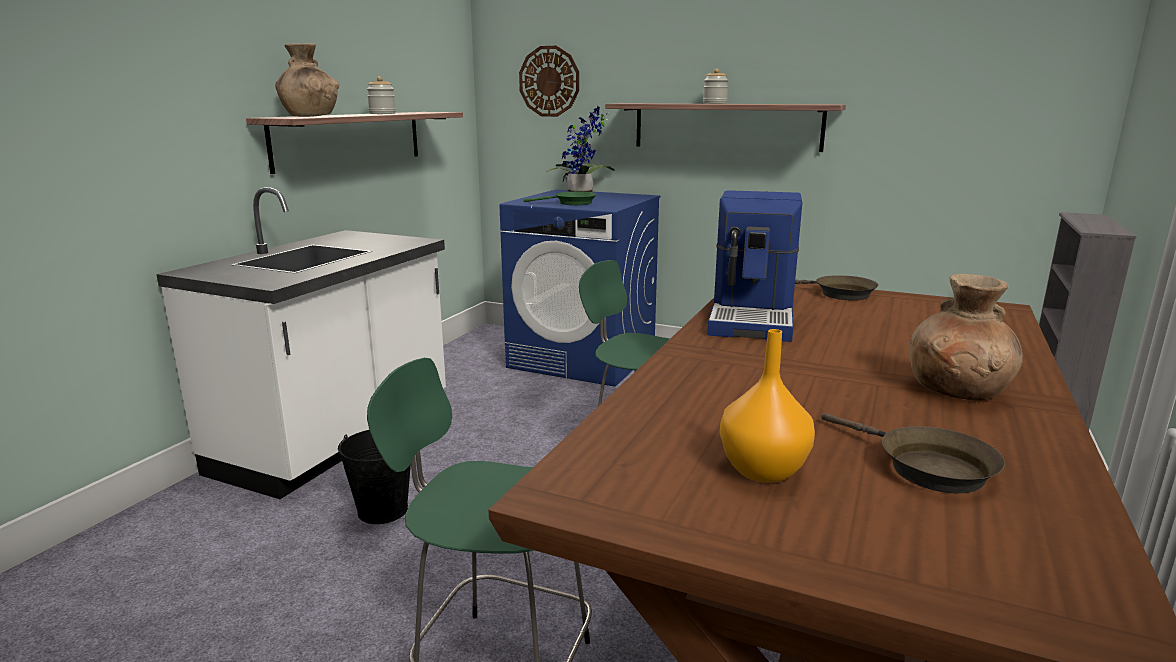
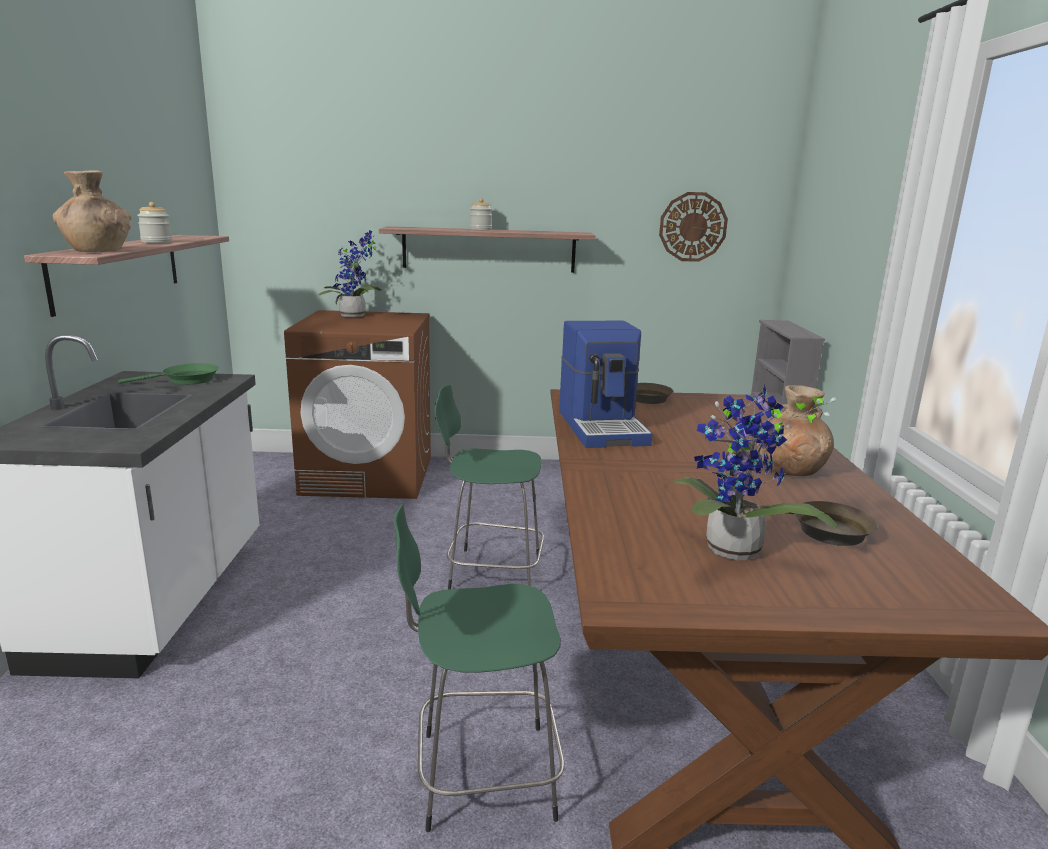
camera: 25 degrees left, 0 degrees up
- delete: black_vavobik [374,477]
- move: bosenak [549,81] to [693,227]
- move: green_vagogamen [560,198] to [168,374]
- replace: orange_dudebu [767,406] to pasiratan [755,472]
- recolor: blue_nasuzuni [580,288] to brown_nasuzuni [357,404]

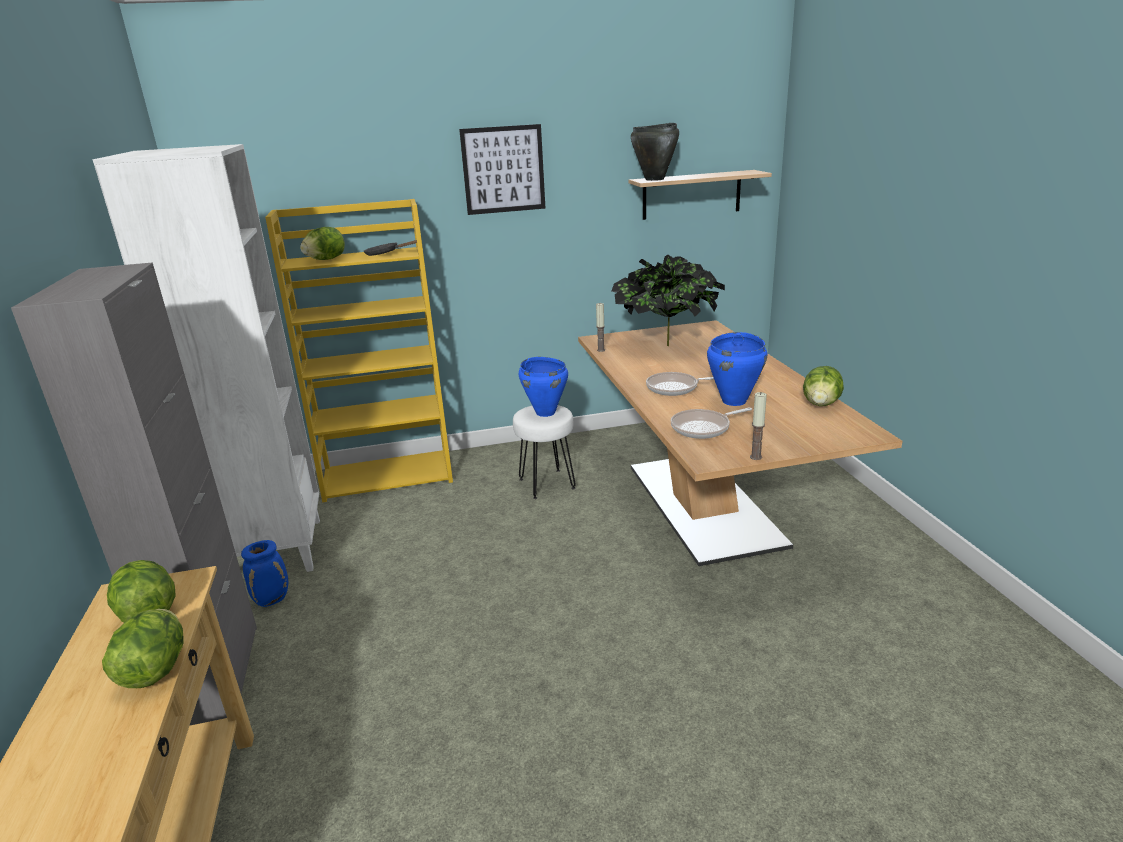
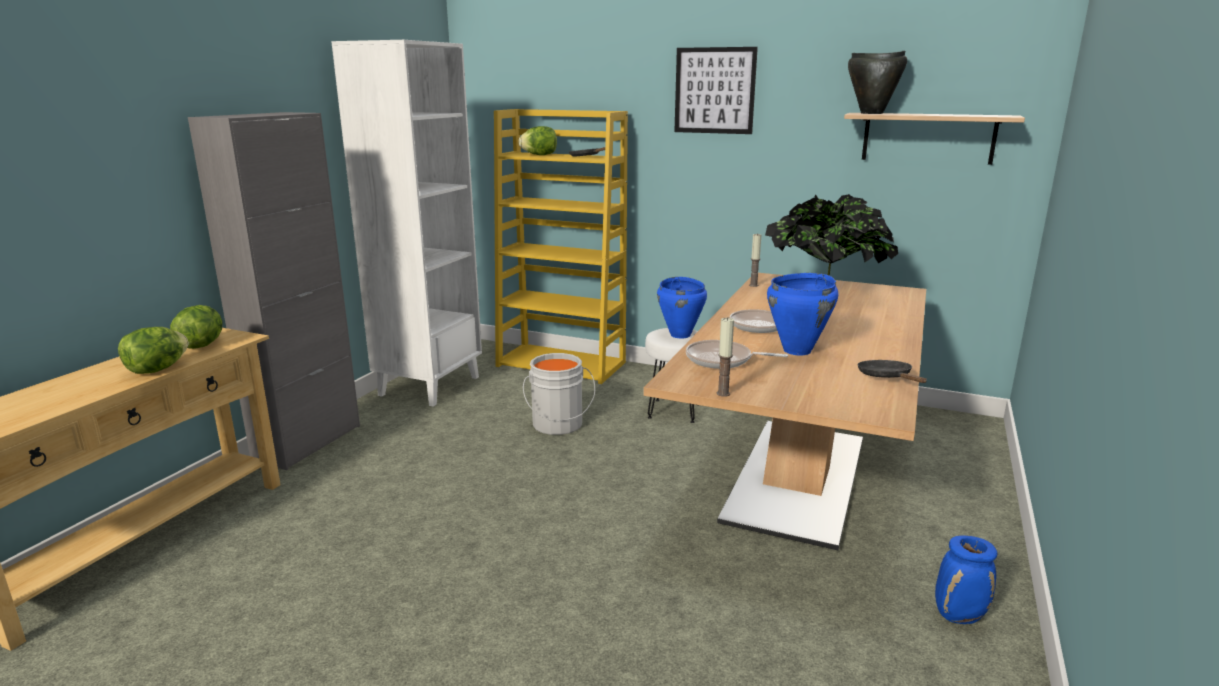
camera: 35 degrees right, 5 degrees down
- insert: grey_vavobik [559,394]
- move: blue_dudebu [264,573] to [966,580]
- replace: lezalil [823,386] to black_vagogamen [892,371]

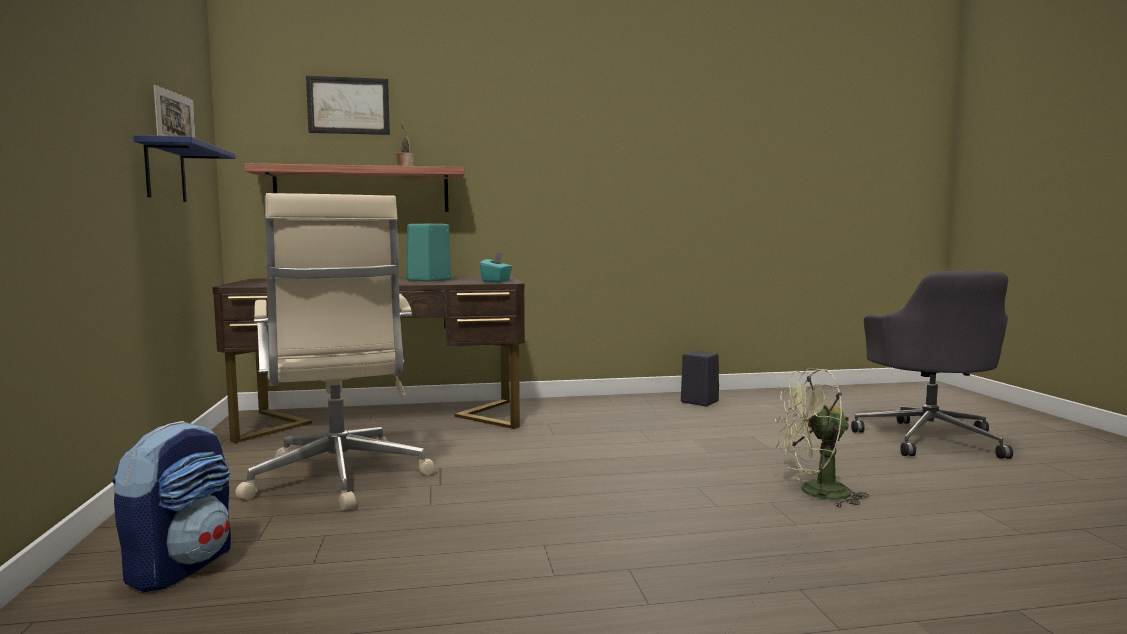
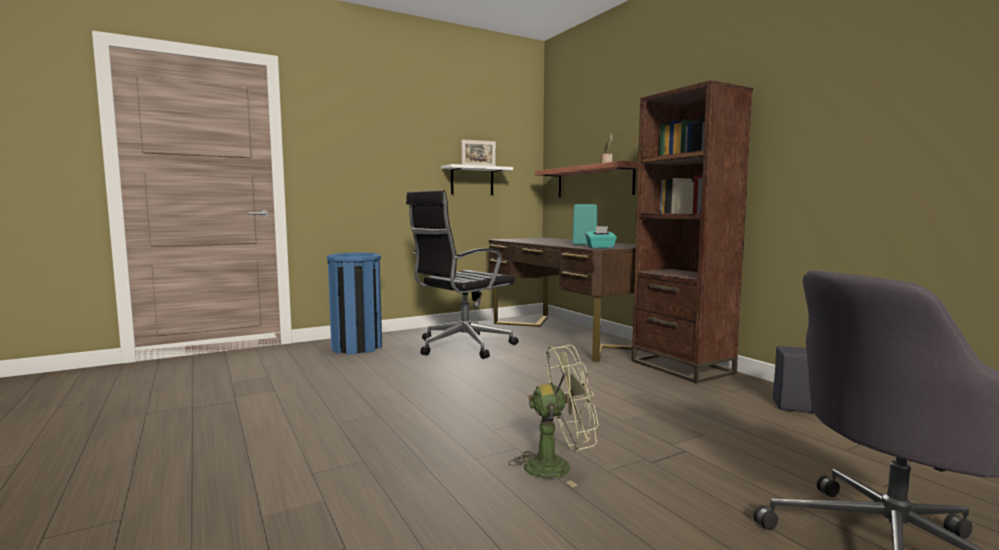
camera: 70 degrees right, 0 degrees up
- delete: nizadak [348,105]
- insert: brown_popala [692,231]
- replace: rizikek [171,506] to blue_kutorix [354,303]
- recolor: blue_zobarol [185,168] to white_zobarol [477,179]
- recolor: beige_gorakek [335,352] to black_gorakek [462,274]
- rotate: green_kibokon [822,438] = [554,415] 105 degrees clockwise

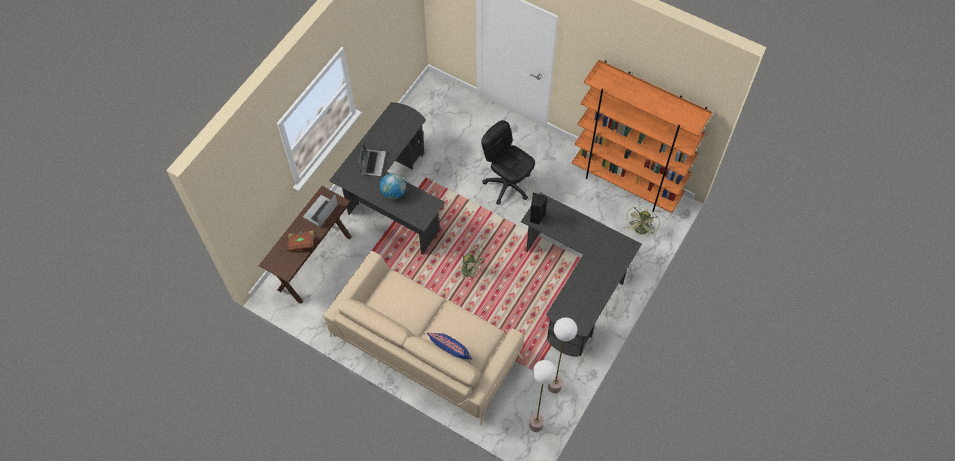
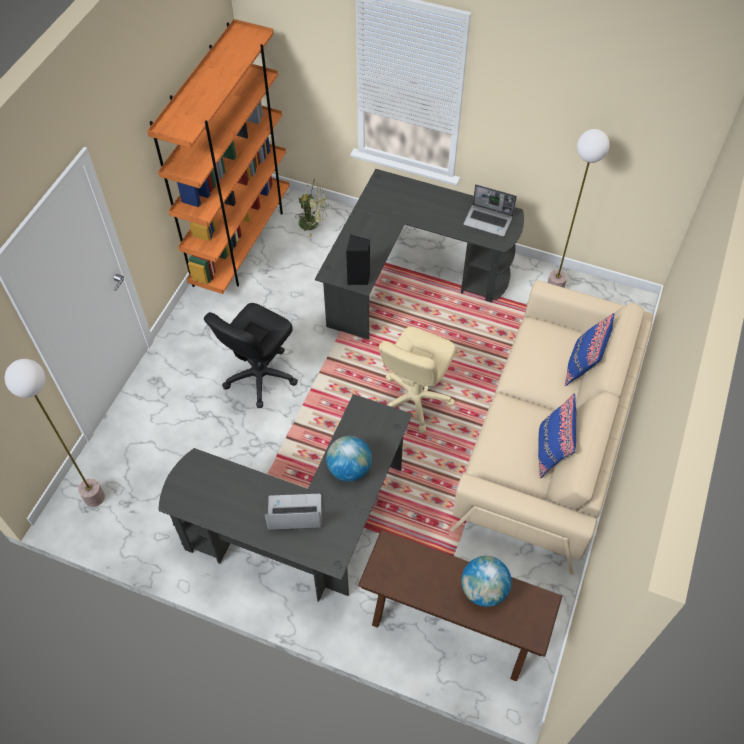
camera: 100 degrees left, 5 degrees down
- insert: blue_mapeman [557,435]
- move: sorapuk [320,210] to [490,210]
- move: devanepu [543,396] to [55,433]
- replace: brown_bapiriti [301,241] to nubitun [486,581]
- replace: green_kibokon [474,263] to beige_gorakek [417,380]

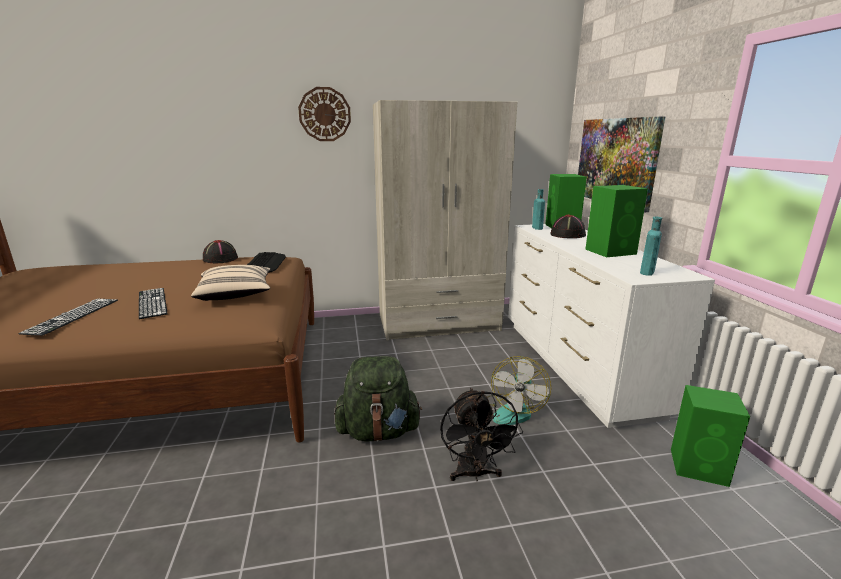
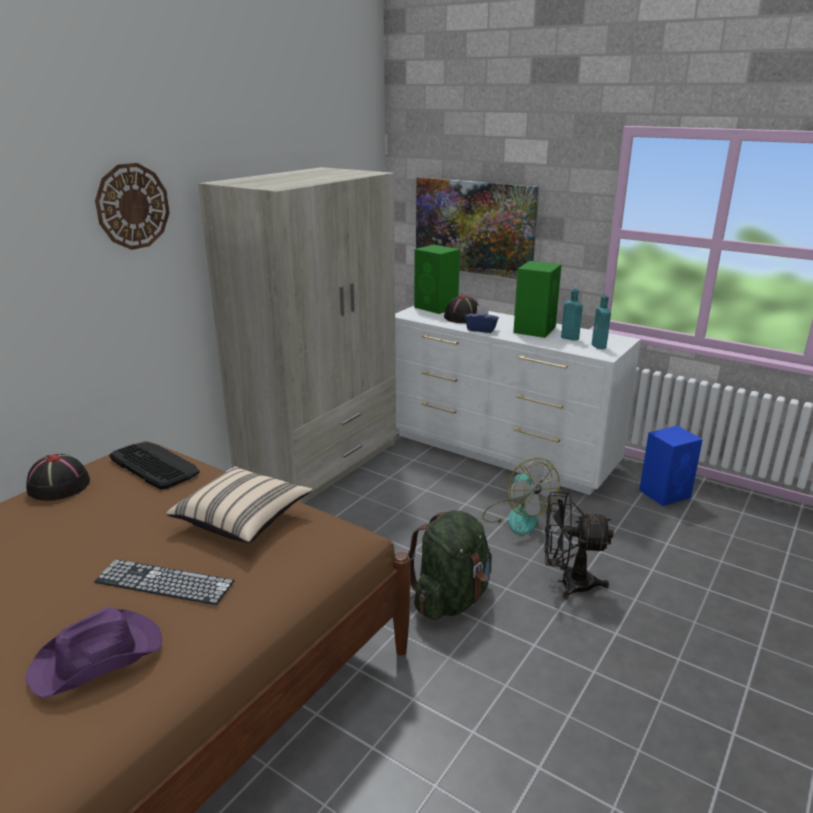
camera: 45 degrees left, 5 degrees up
- insert: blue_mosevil [482,319]
- move: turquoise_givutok [538,209] to [572,315]
- replace: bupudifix [68,317] to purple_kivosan [94,652]
- recolor: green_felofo [710,436] to blue_felofo [671,466]
- rotate: black_kibokon [481,435] = [579,545] 150 degrees clockwise

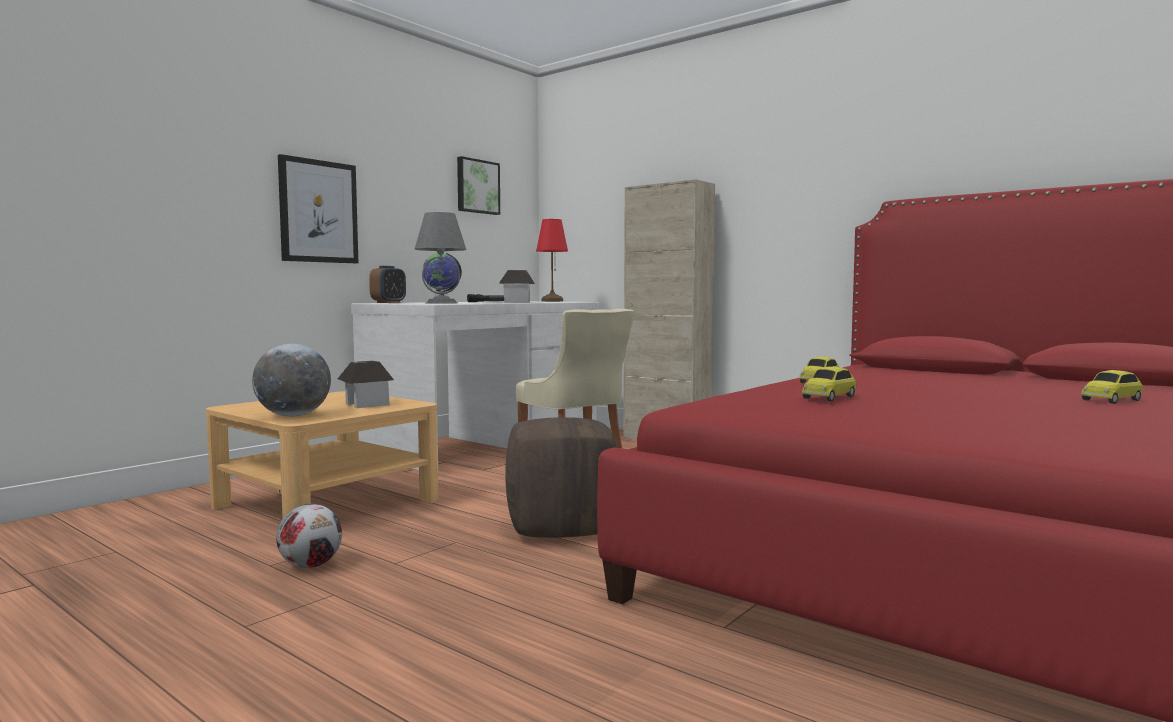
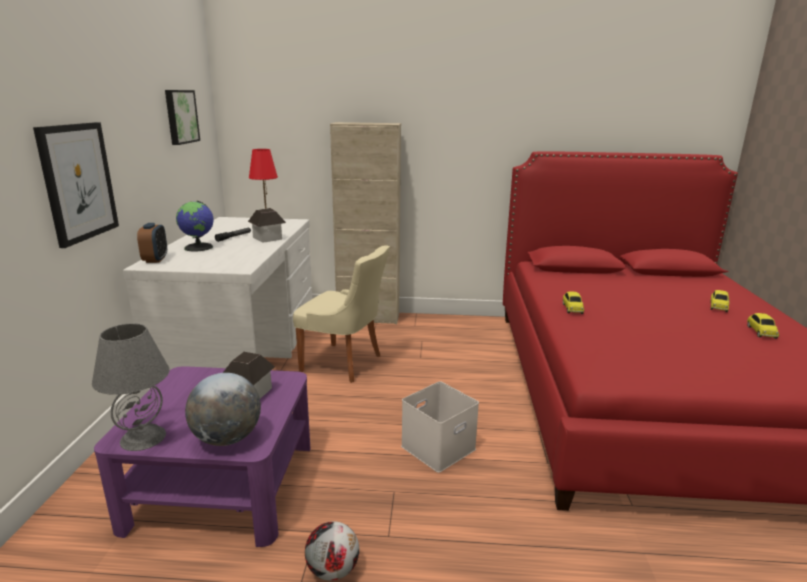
camera: 35 degrees left, 15 degrees up
- move: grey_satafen [440,258] to [131,387]
- move: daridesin [829,384] to [763,326]
- replace: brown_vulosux [560,477] to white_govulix [440,427]
- recolor: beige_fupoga [322,454] to purple_fupoga [202,456]

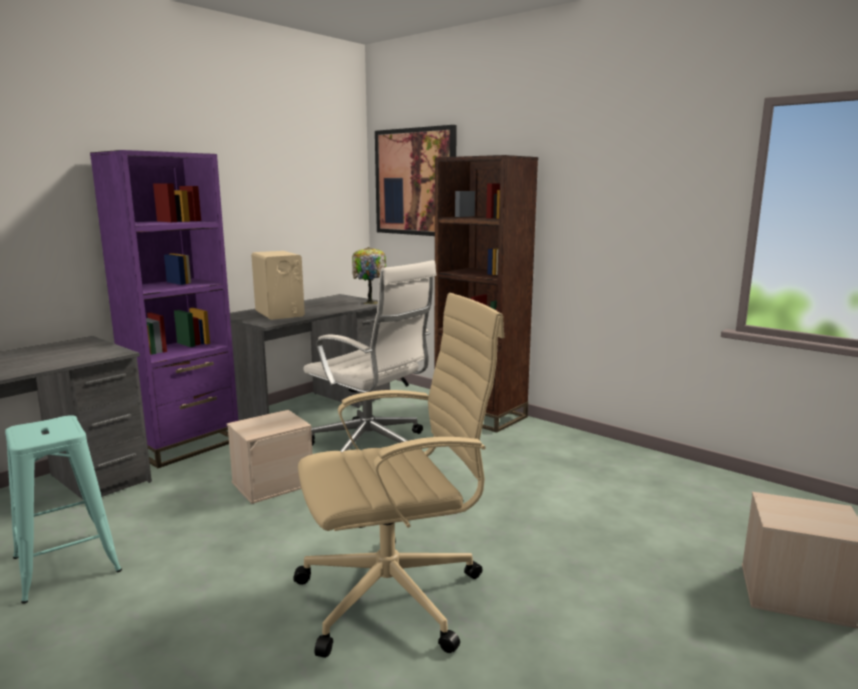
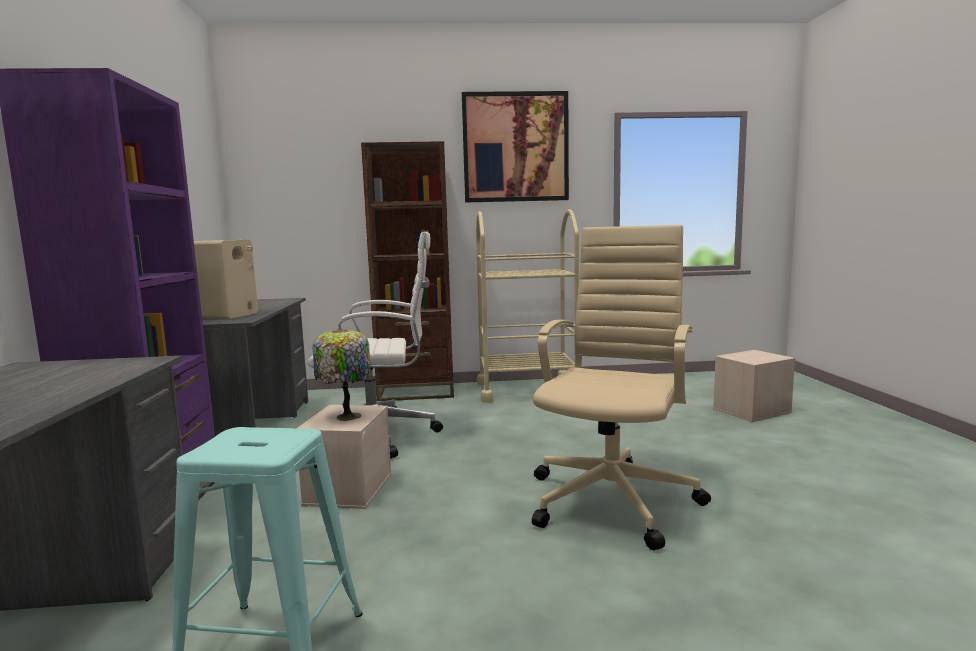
camera: 45 degrees left, 5 degrees down
- insert: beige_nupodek [527,306]
- move: satafen [369,275] to [342,374]
- move: nizadak [416,180] to [515,147]

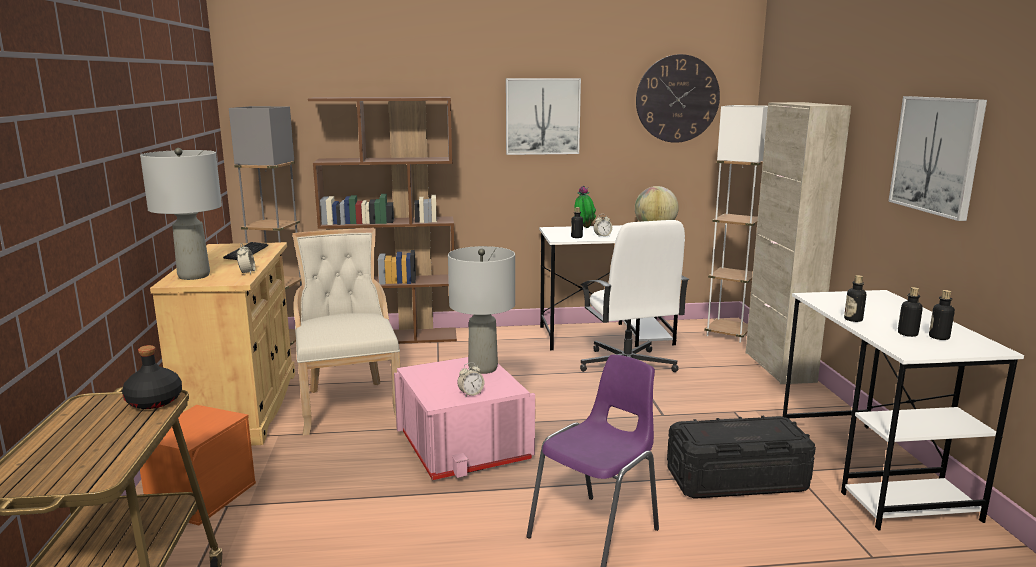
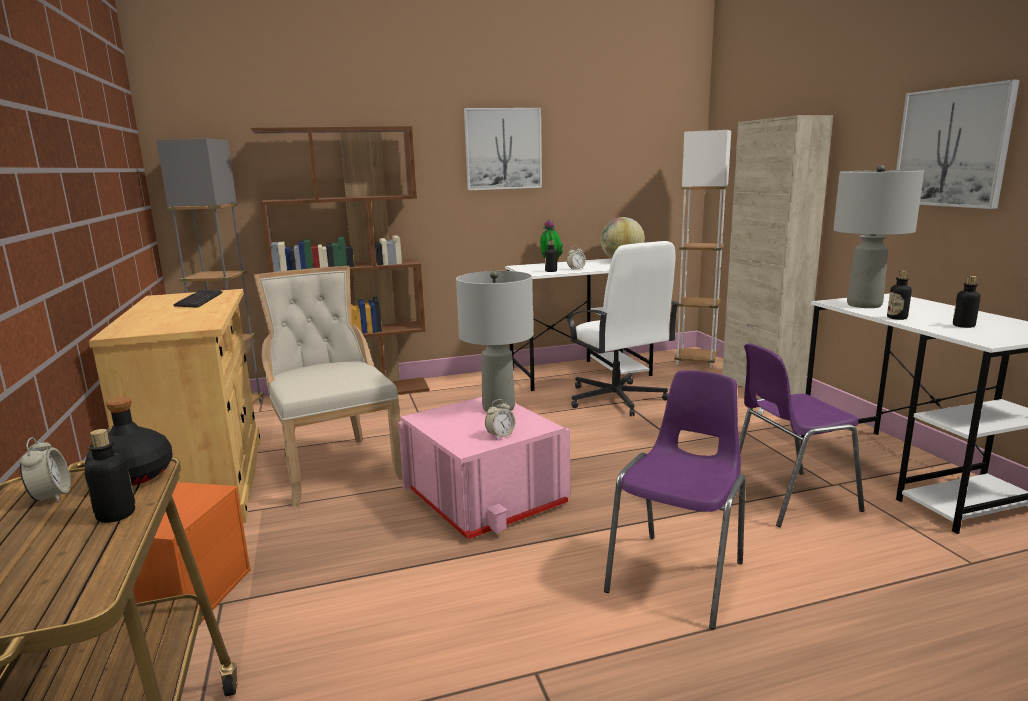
camera: 10 degrees left, 0 degrees up
- delete: bosenak [678,98]
- move: grey_satafen [181,214] to [878,236]
- move: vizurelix [246,258] to [45,469]
- move: givutok [942,315] to [110,476]
- replace: black_govulix [741,457] to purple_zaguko [801,435]

